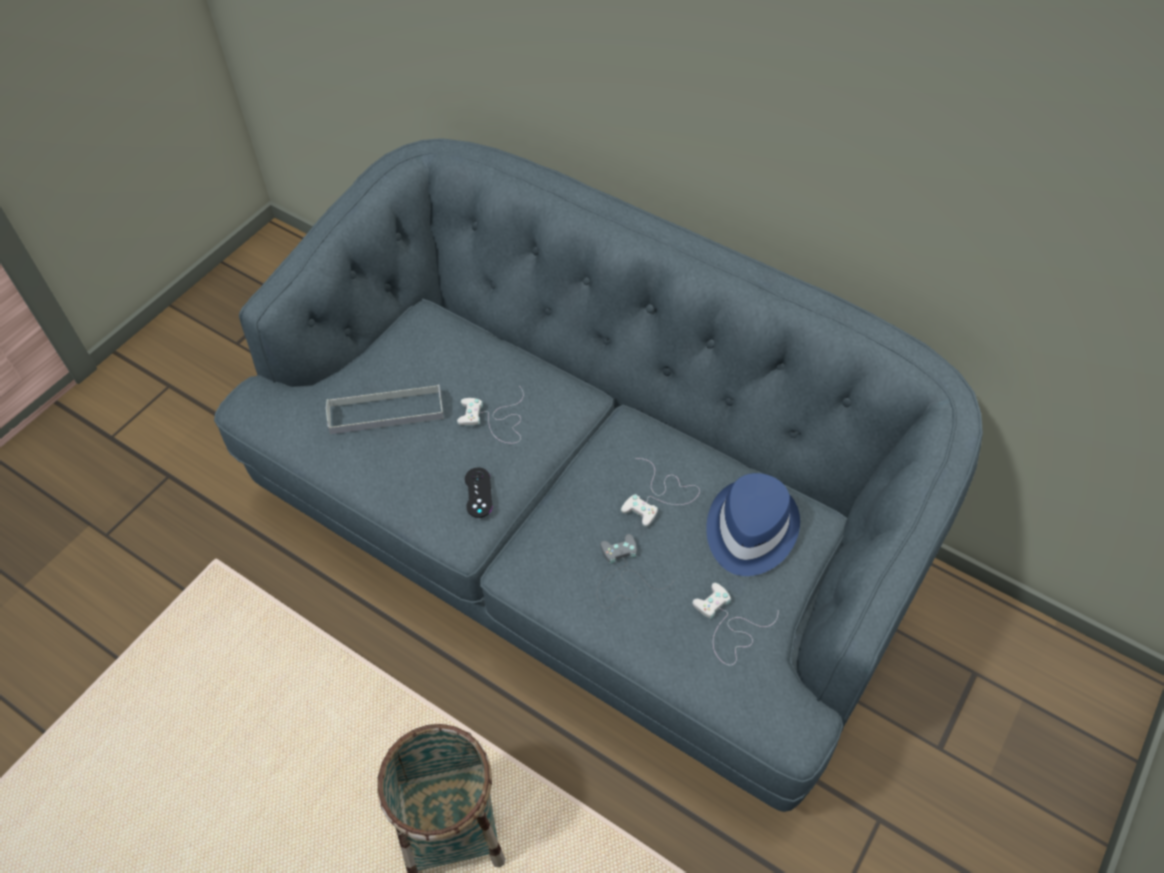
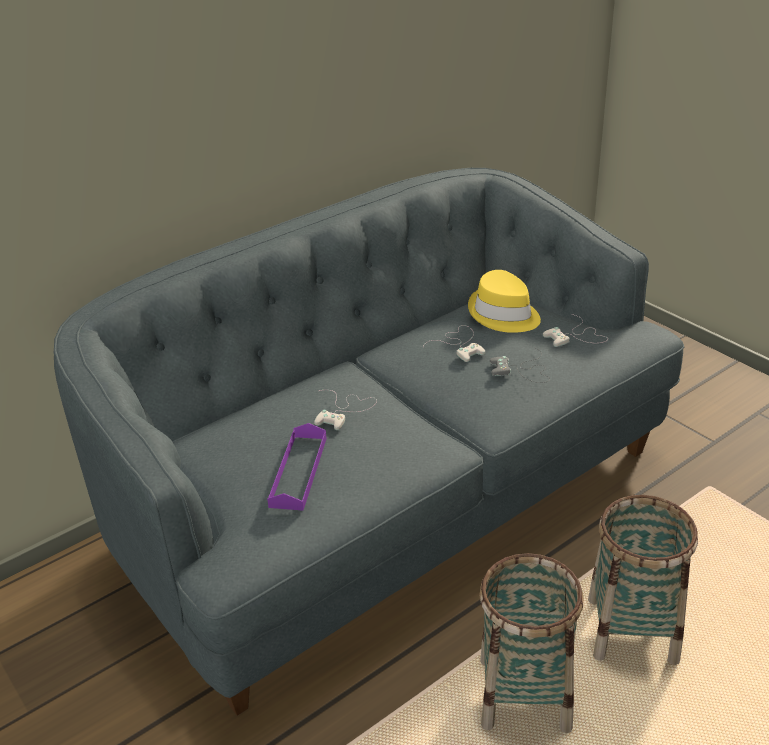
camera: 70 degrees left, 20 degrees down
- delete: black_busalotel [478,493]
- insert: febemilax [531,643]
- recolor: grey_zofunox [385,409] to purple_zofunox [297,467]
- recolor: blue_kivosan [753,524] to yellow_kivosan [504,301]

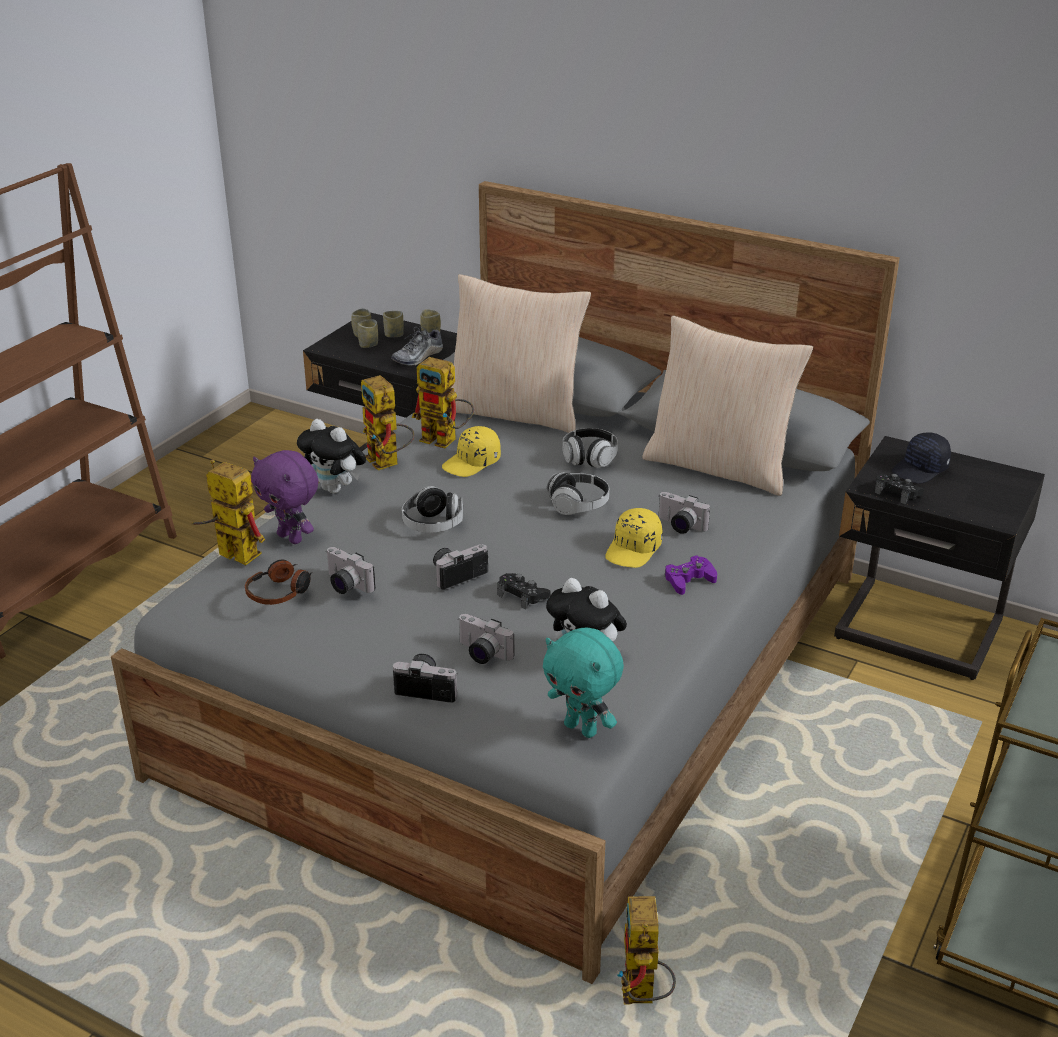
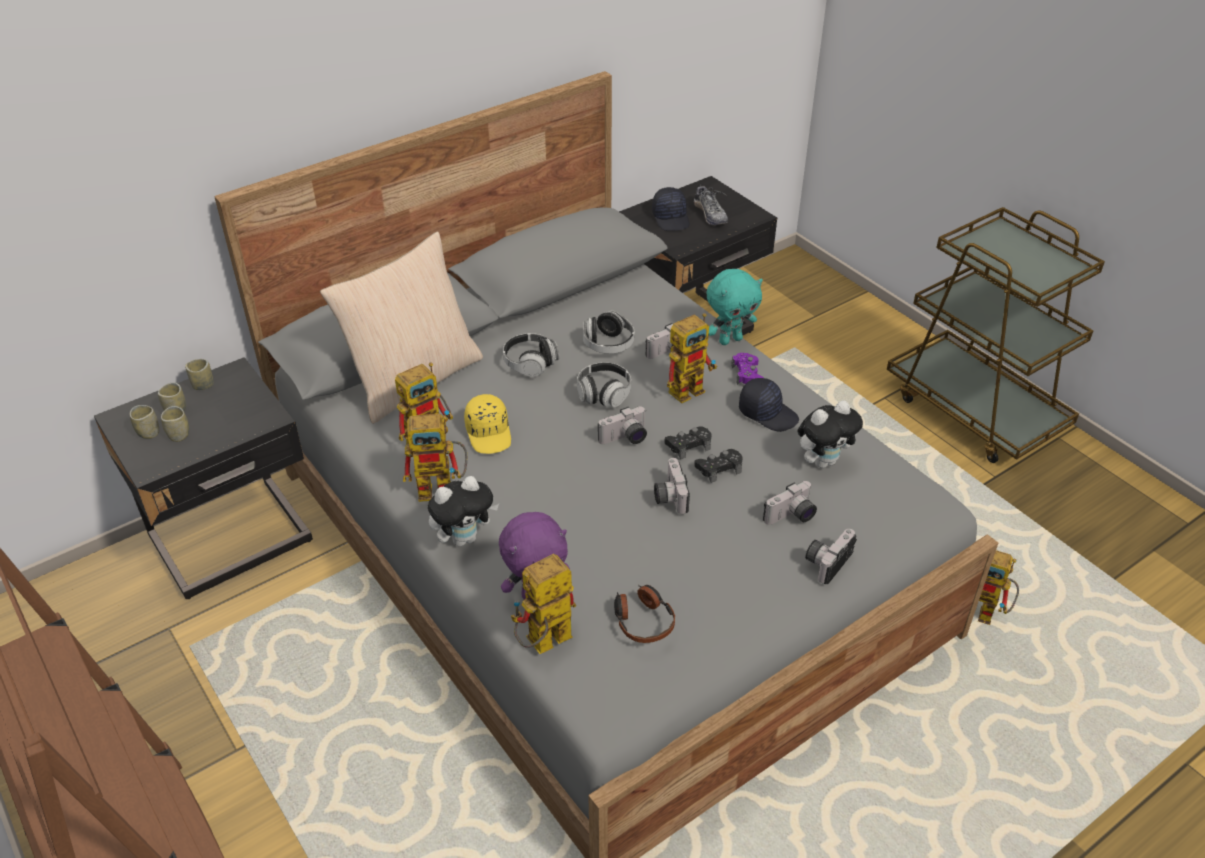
camera: 65 degrees left, 10 degrees up
- delete: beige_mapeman [727,406]
- insert: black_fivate [769,405]
- move: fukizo [351,570] to [622,425]
- move: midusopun [417,346] to [711,205]
- move: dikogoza [432,509] to [608,332]
- move: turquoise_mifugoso [583,683] to [735,307]
- move: black_busalotel [899,489] to [687,442]
- replace: yellow_fivate [633,538] to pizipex [692,358]

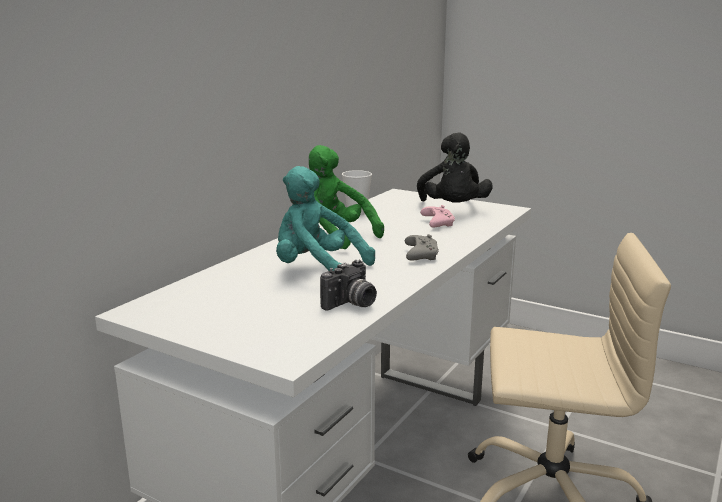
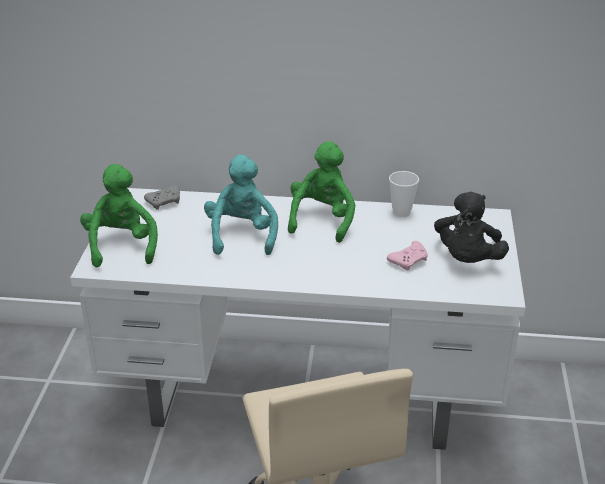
camera: 65 degrees right, 15 degrees up
- delete: fukizo [348,285]
- insert: green_mifugoso [119,215]
- move: grey_busalotel [422,247] to [162,197]
- rotate: black_mifugoso [455,167] = [471,227] 45 degrees counterclockwise

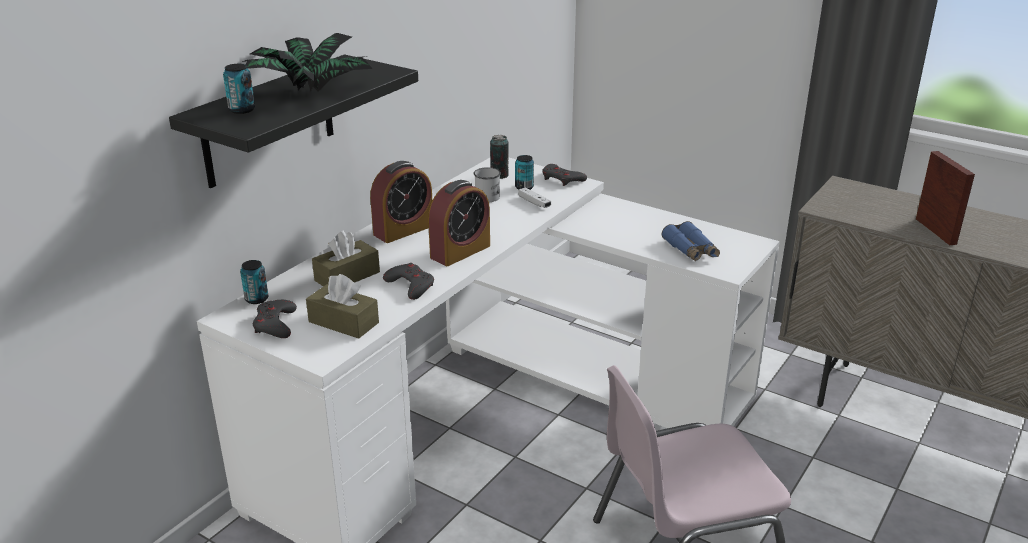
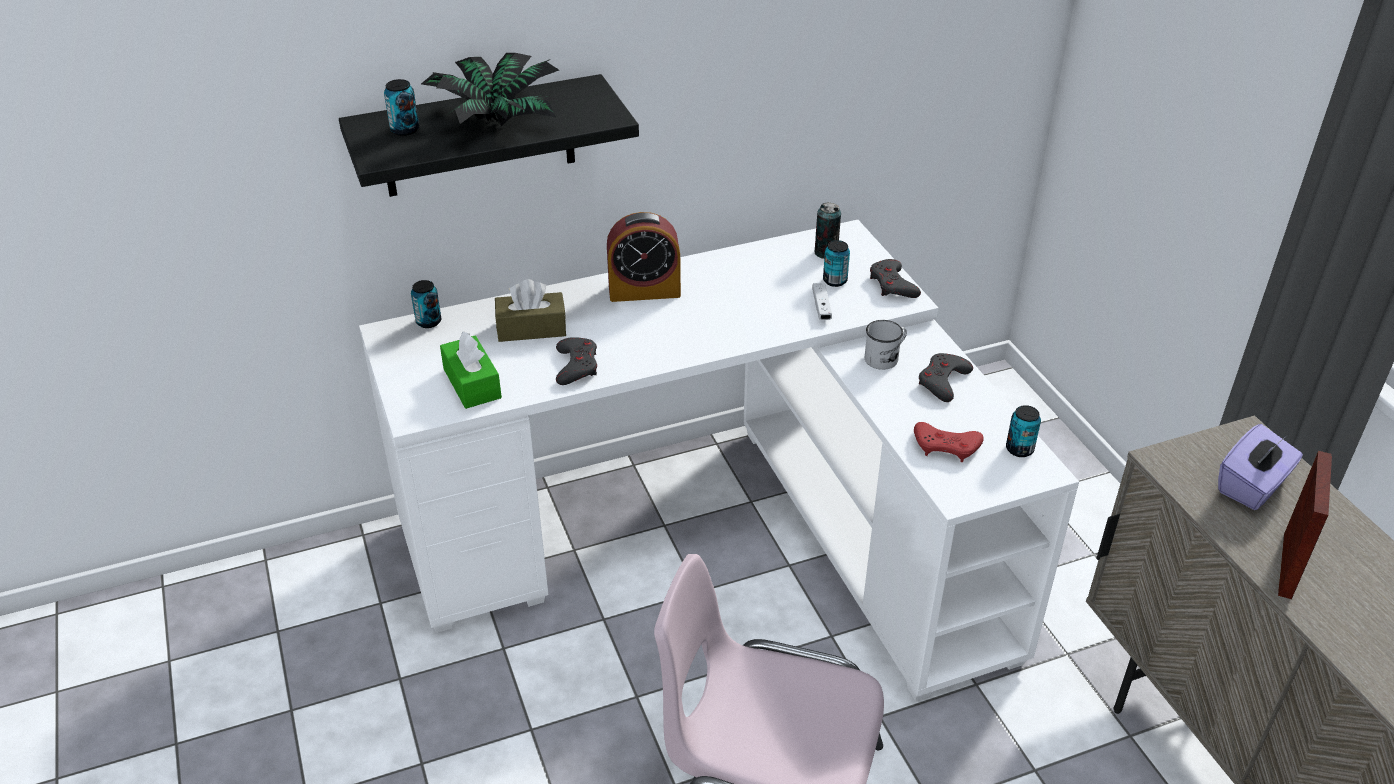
camera: 35 degrees right, 10 degrees up
- delete: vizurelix [459,223]
- insert: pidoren [1023,431]
- insert: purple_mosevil [1260,467]
- move: grey_busalotel [275,319] to [946,377]
- move: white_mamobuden [487,184] to [886,345]
- replace: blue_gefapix [691,241] to red_busalotel [949,442]
- recolor: brown_mosevil [342,306] to green_mosevil [471,370]

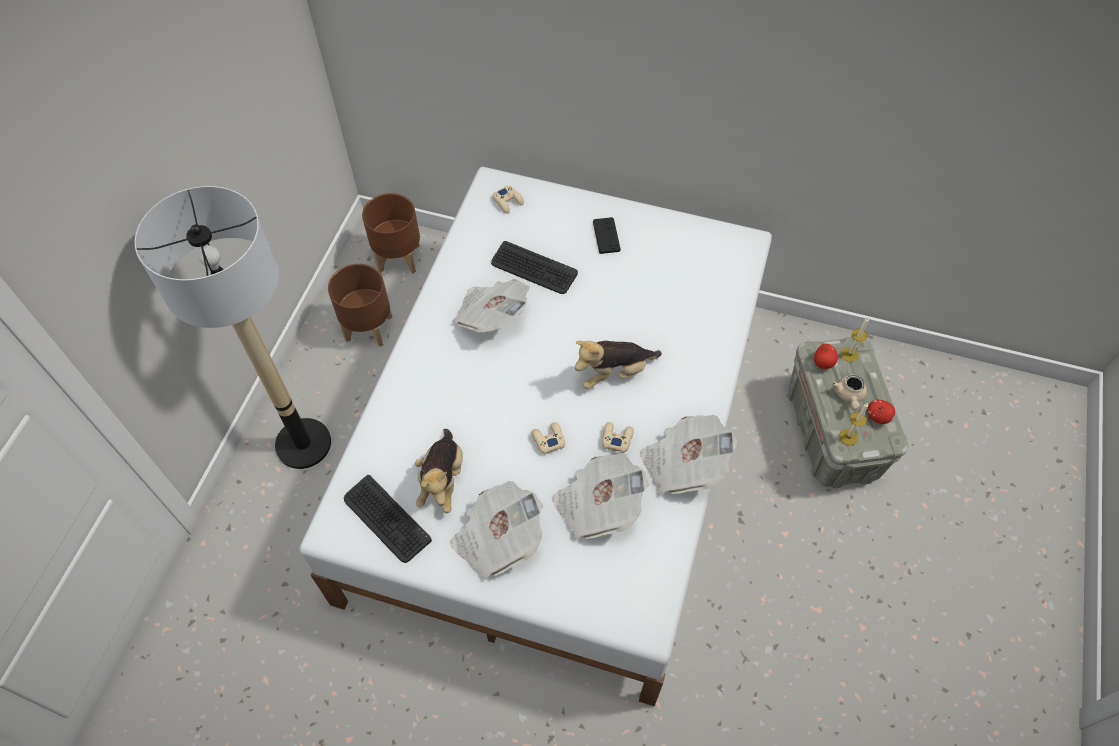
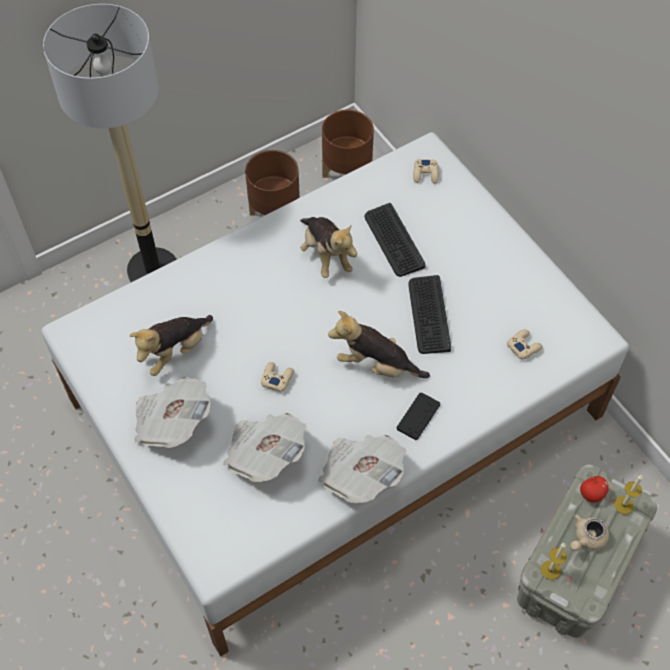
camera: 40 degrees right, 0 degrees up
- delete: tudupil [881,412]
- move: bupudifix [388,519] to [429,314]
- move: black_busalotel [607,235] to [418,416]
- move: beige_busalotel [618,437] to [525,344]
- replace: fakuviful [491,305] to mifugoso [328,247]

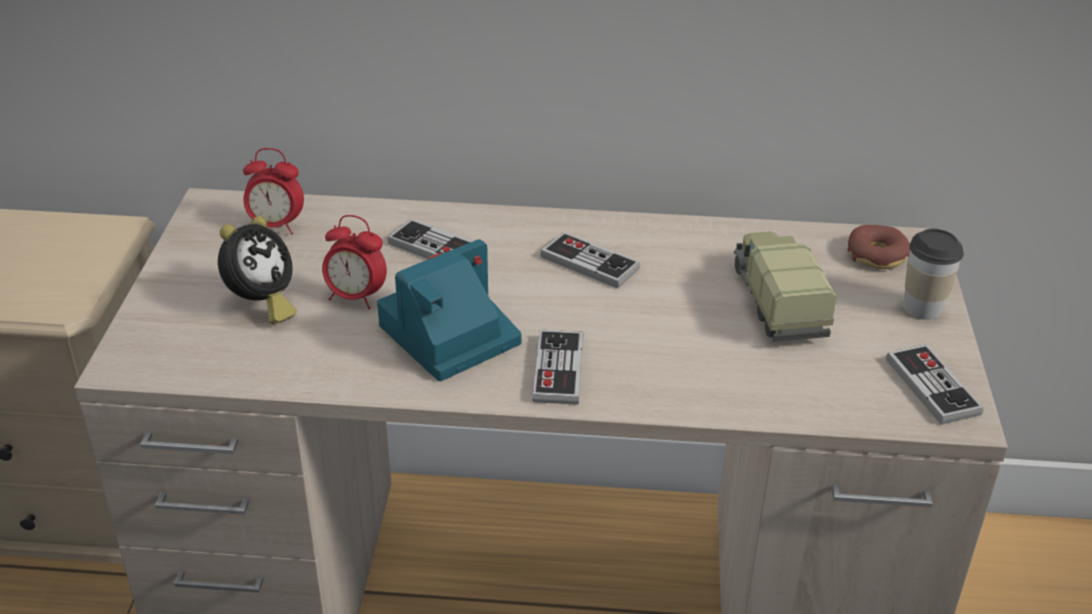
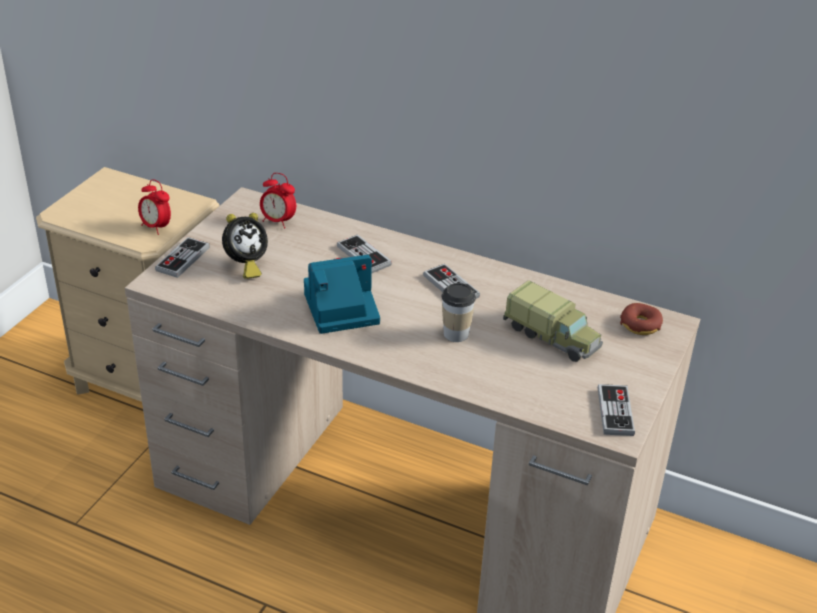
camera: 20 degrees right, 0 degrees up
- move: vizurelix [354,262] to [154,207]
- move: busalotel [557,367] to [182,257]
- move: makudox [933,274] to [459,312]
- rotate: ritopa [785,286] = [553,321] 120 degrees clockwise

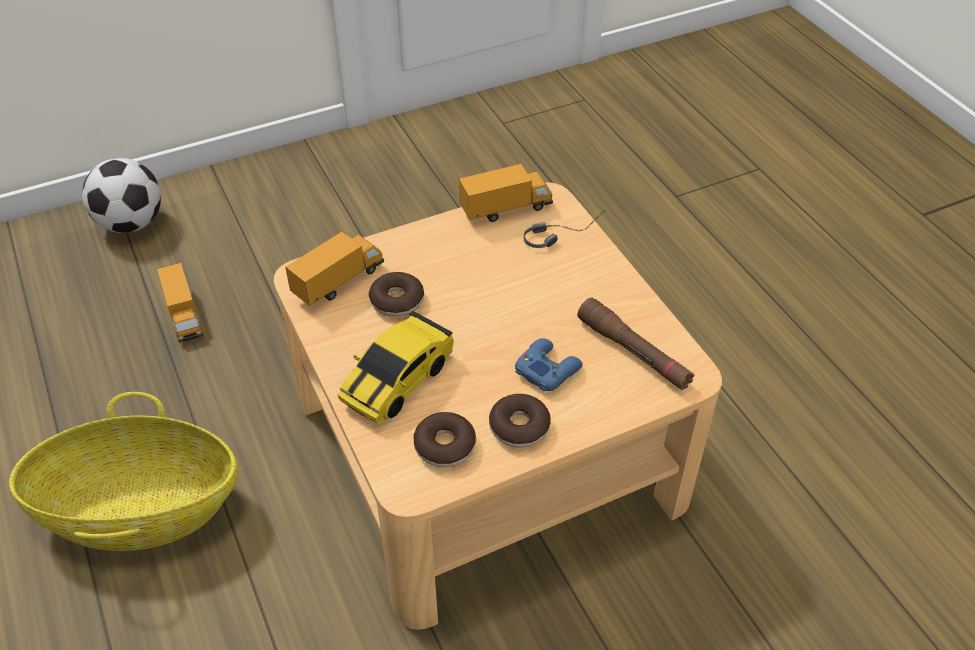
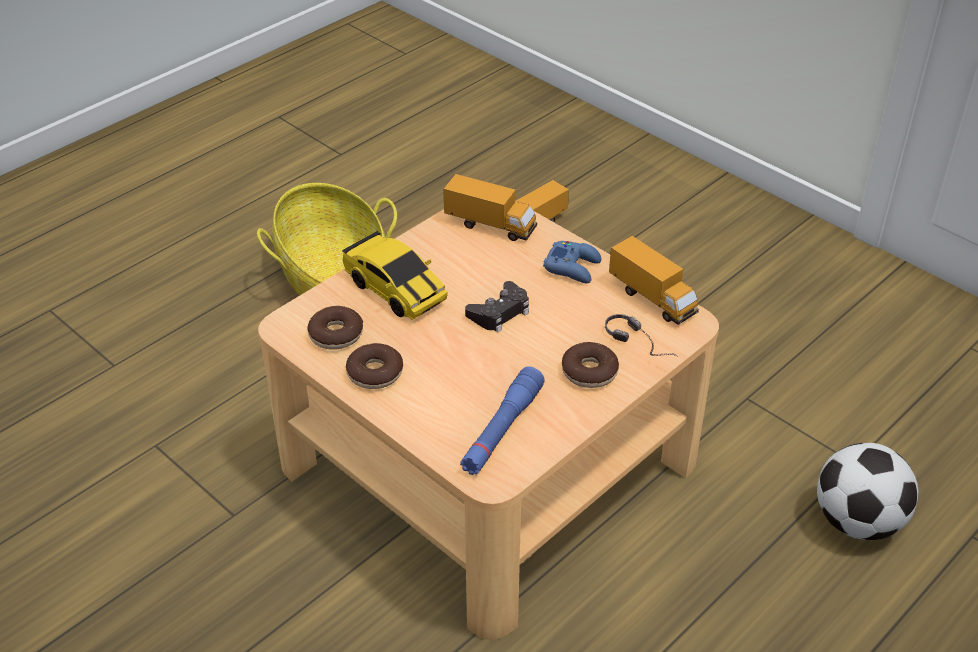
camera: 70 degrees right, 5 degrees down
- insert: black_busalotel [497,307]
- move: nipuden [121,195] to [868,491]
- move: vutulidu [396,294] to [590,365]
- move: blue_busalotel [549,364] to [572,262]
- recolor: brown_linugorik [635,344] to blue_linugorik [502,420]
- rotate: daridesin [395,367] = [395,275] 150 degrees counterclockwise

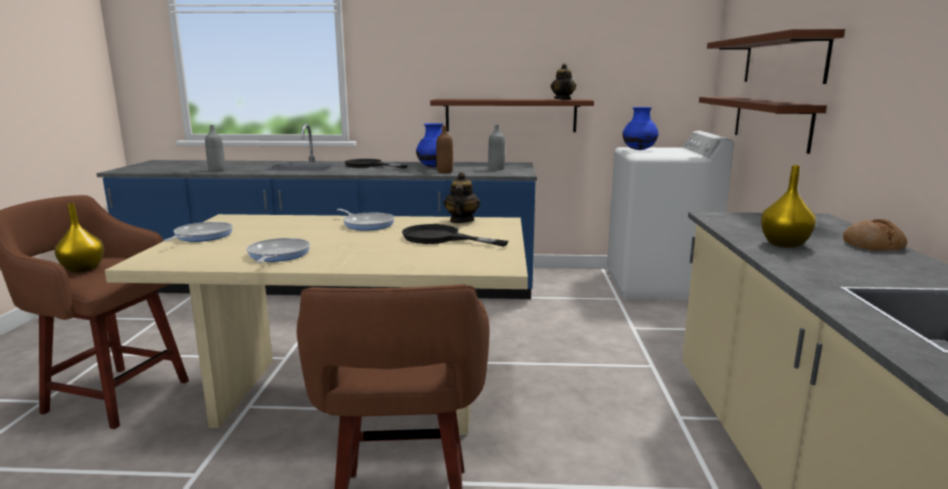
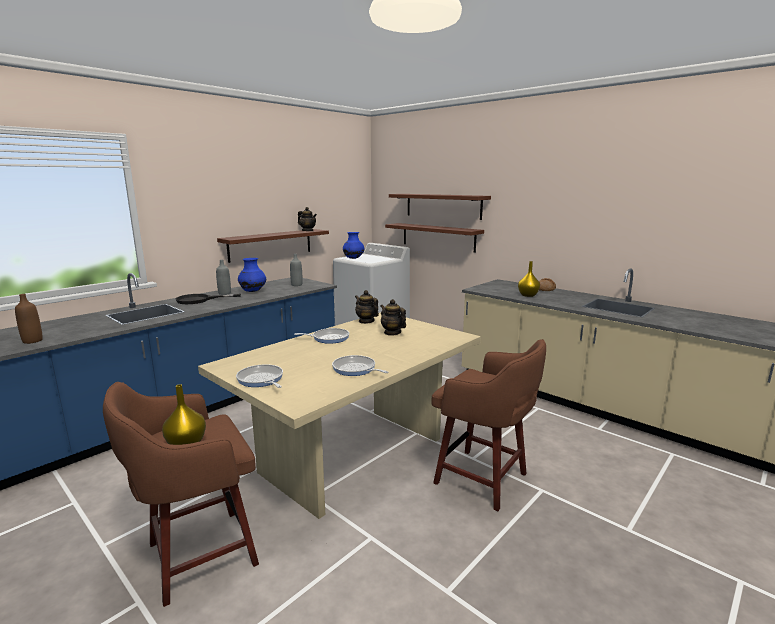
camera: 50 degrees left, 0 degrees up
- move: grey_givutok [215,148] to [223,277]
- move: brown_givutok [444,149] to [29,319]
- replace: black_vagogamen [455,235] to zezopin [393,317]

